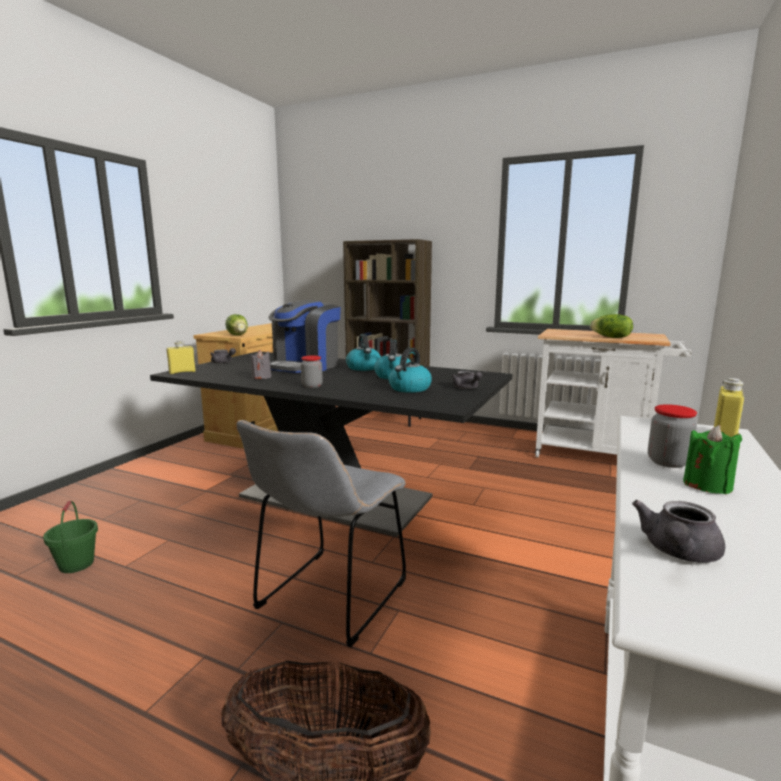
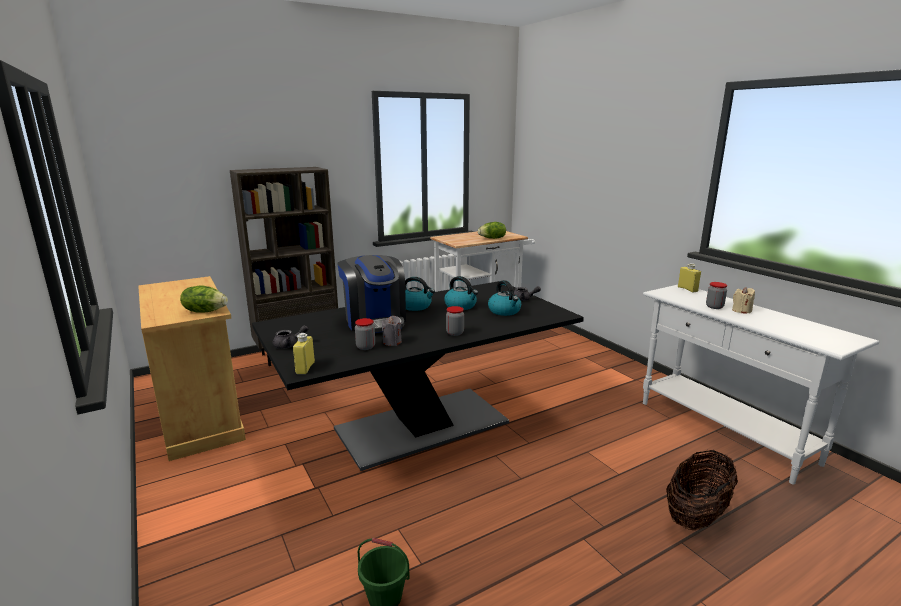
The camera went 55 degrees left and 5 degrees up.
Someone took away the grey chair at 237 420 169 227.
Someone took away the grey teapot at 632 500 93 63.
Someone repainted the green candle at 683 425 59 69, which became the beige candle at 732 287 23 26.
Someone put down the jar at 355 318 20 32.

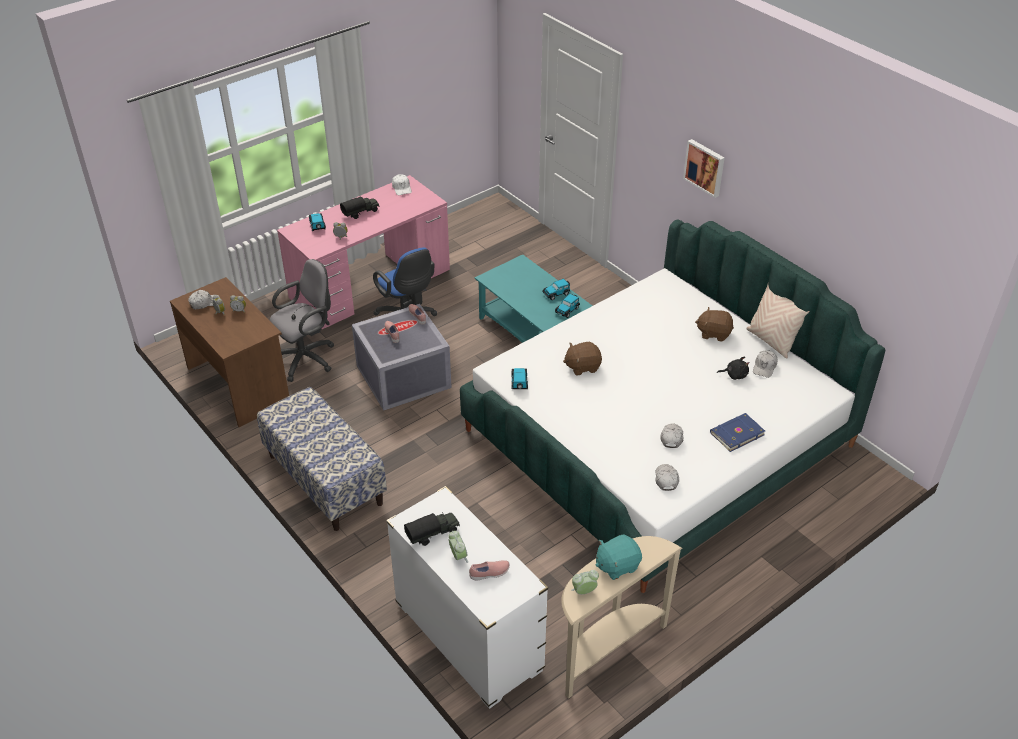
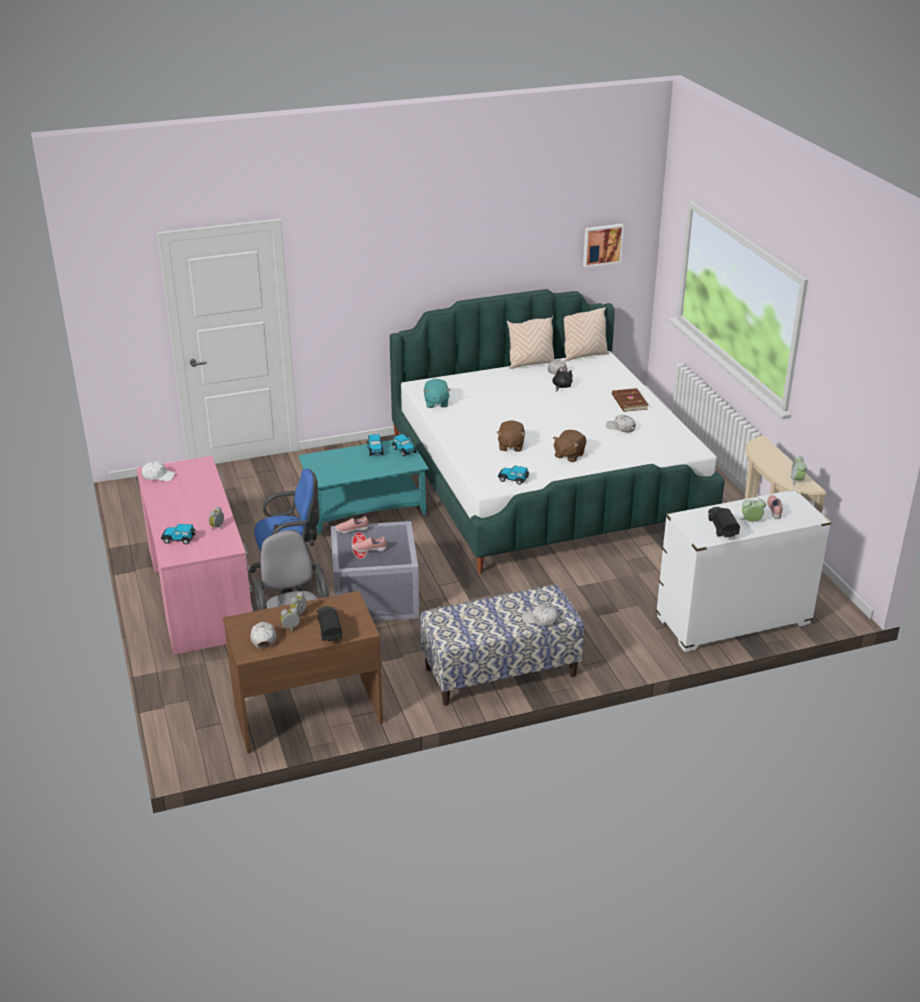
The camera went 70 degrees left and 10 degrees down.
Someone carried the toy truck from 340 196 40 23 to 316 606 26 36.
Someone carried the turquoise plush toy from 596 534 46 46 to 424 379 27 29.
Someone carried the white cap from 655 464 24 27 to 522 604 36 22.
Someone carried the picture from 683 139 42 59 to 583 224 41 43.
Someone carried the brown plush toy from 695 307 39 35 to 553 430 33 32.
Someone repainted the blue book at 710 413 55 39, which became the brown book at 612 388 37 24.
Someone put down the beige pillow at 564 307 45 55.

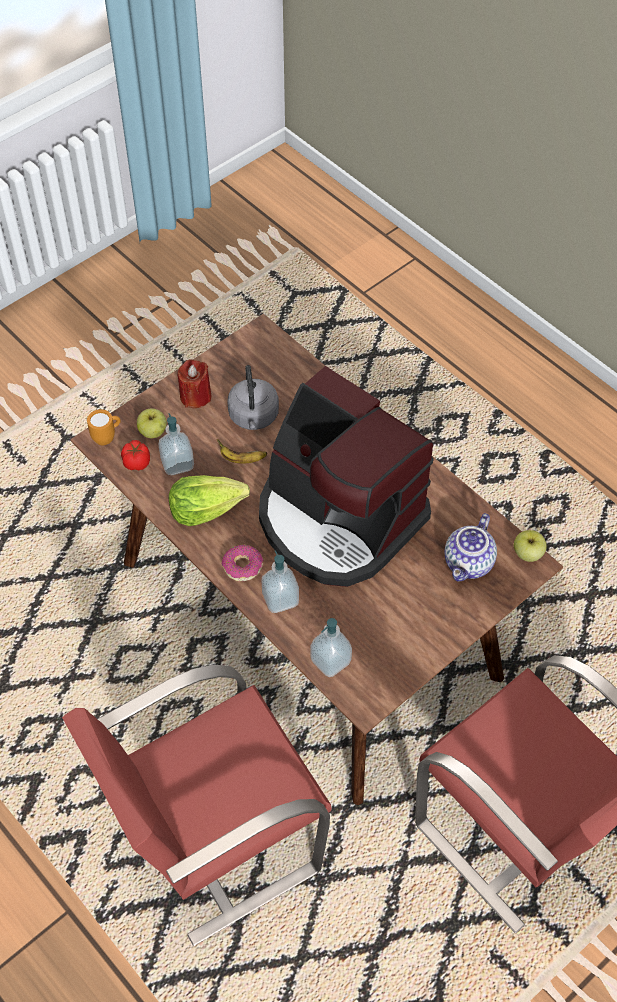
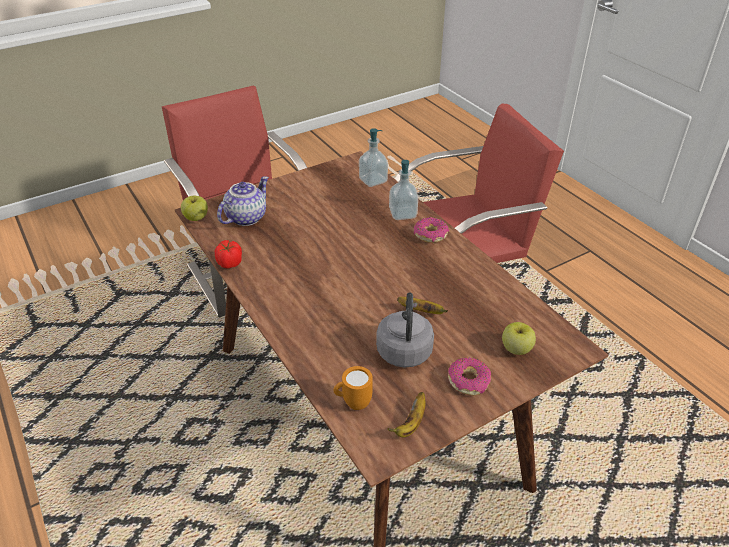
The camera went 170 degrees left and 15 degrees down.
Someone carried the orange mug from 87 409 34 36 to 333 366 40 44.
Someone carried the tomato from 121 440 29 30 to 215 240 27 29.
Someone took away the soap dispenser at 158 413 36 62.
Someone took away the lettuce at 169 475 81 51.
Someone swapped the red candle at 177 360 35 48 for the donut at 448 358 43 37.
Someone took away the coffee machine at 259 366 175 221.
Someone put down the banana at 387 392 39 45.

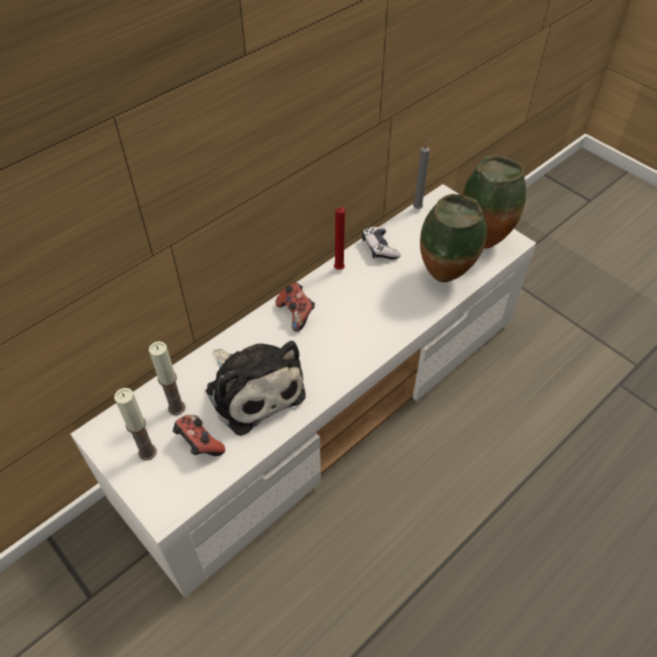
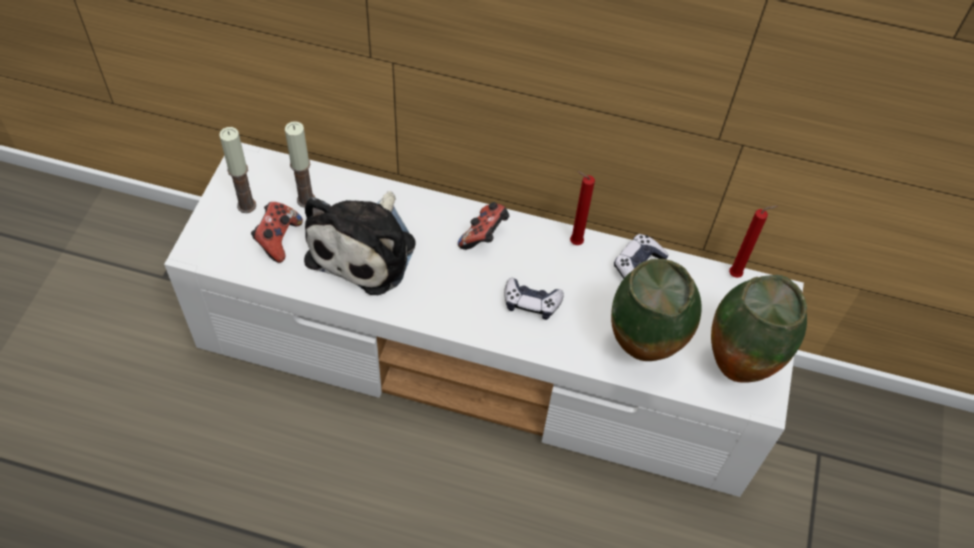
The camera went 55 degrees right and 5 degrees up.
Someone repainted the grey candle at 413 137 17 72, which became the red candle at 729 206 49 72.
Someone put down the game controller at 504 278 60 42.

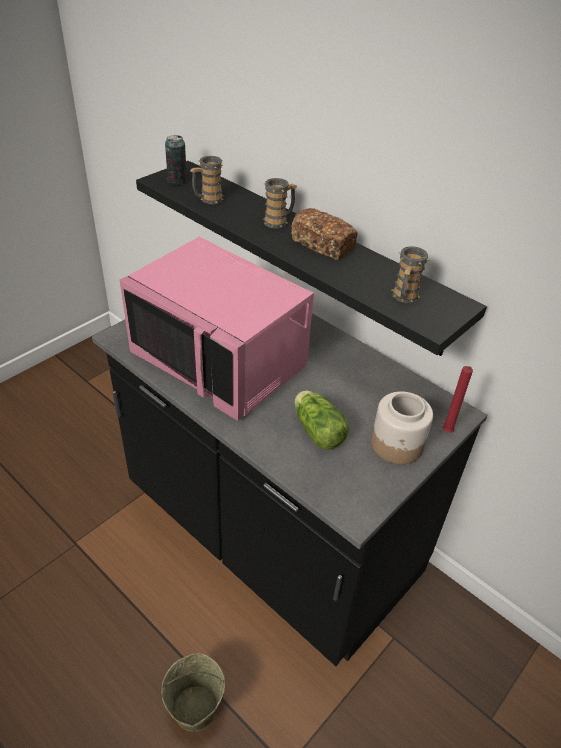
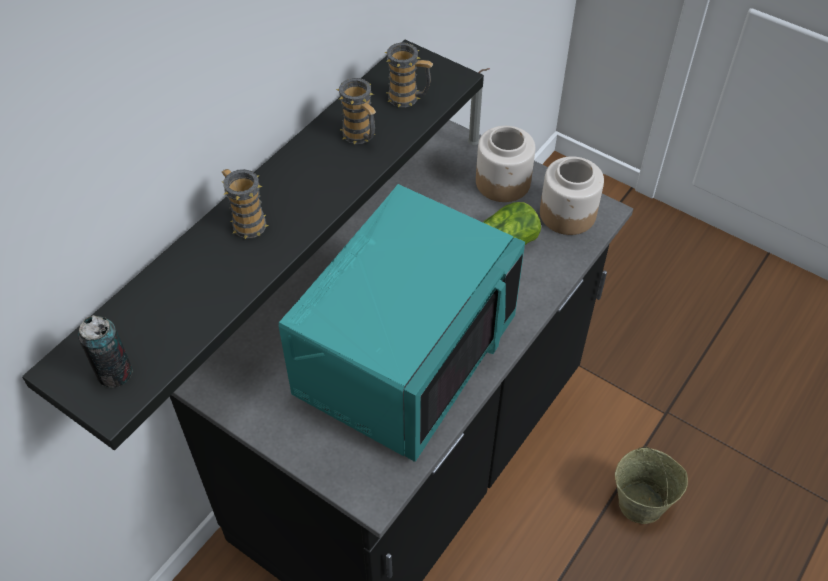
The camera went 95 degrees left and 10 degrees up.
Someone repainted the pink microwave at 120 237 194 184, which became the turquoise microwave at 279 184 246 278.
Someone carried the mug from 190 156 34 48 to 336 78 40 66.
Someone took away the bread at 291 208 66 52.
Someone repainted the red candle at 443 366 30 67, which became the grey candle at 468 68 22 77.
Someone put down the jar at 540 157 64 78.

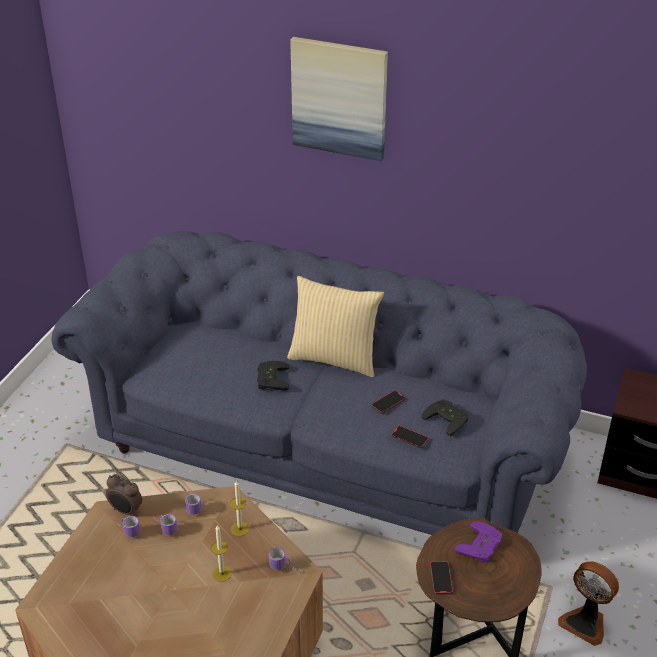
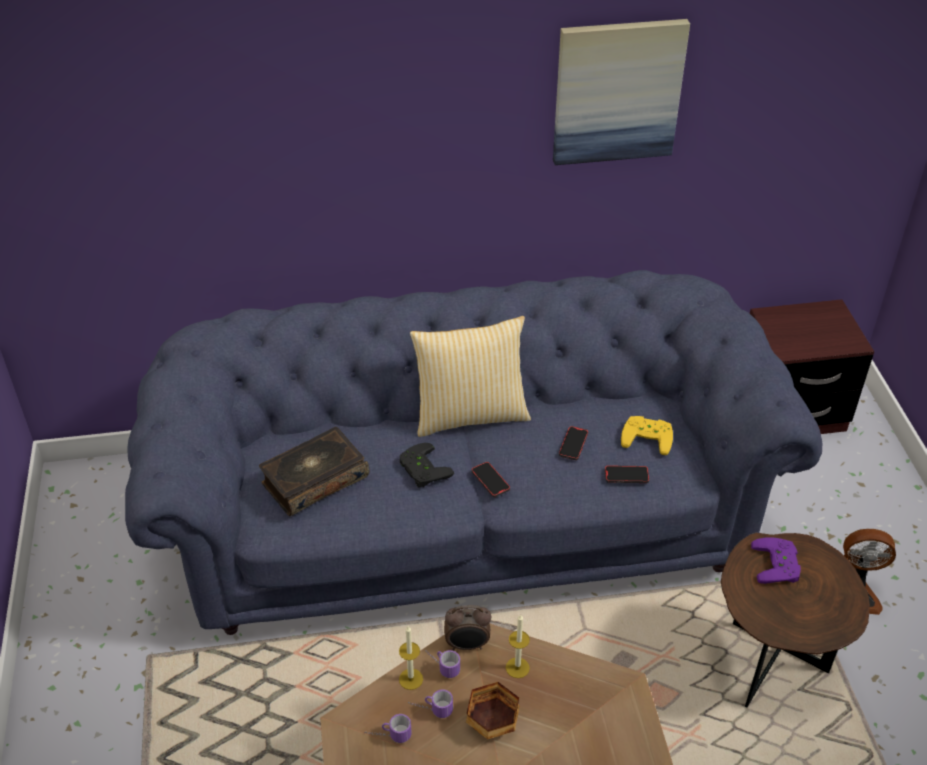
The camera went 30 degrees left and 5 degrees up.
Someone carried the alarm clock from 106 474 36 42 to 444 605 47 45.
Someone carried the candle from 211 525 21 57 to 399 626 24 64.
Someone took away the mug at 269 548 36 24.
Someone carried the picture from 290 37 98 124 to 553 19 137 146.
Someone repainted the black game controller at 422 399 47 37, which became the yellow game controller at 621 416 52 39.
Someone carried the phone from 430 561 23 34 to 471 462 39 35.
Someone put down the book at 259 427 111 89.
Someone put down the bowl at 466 682 53 58.

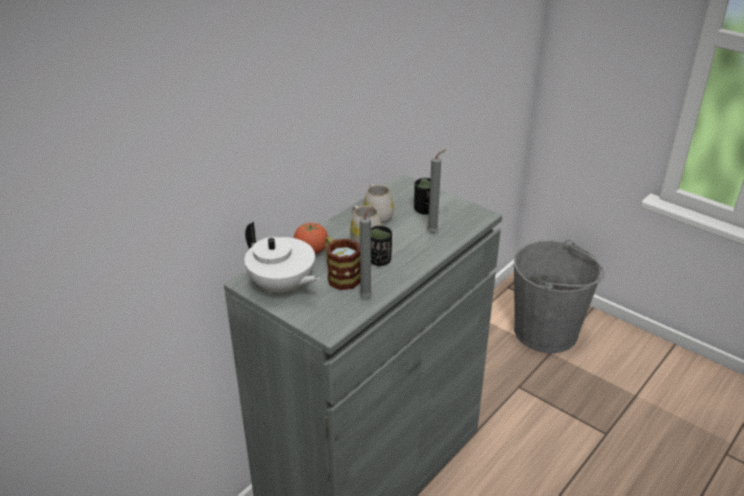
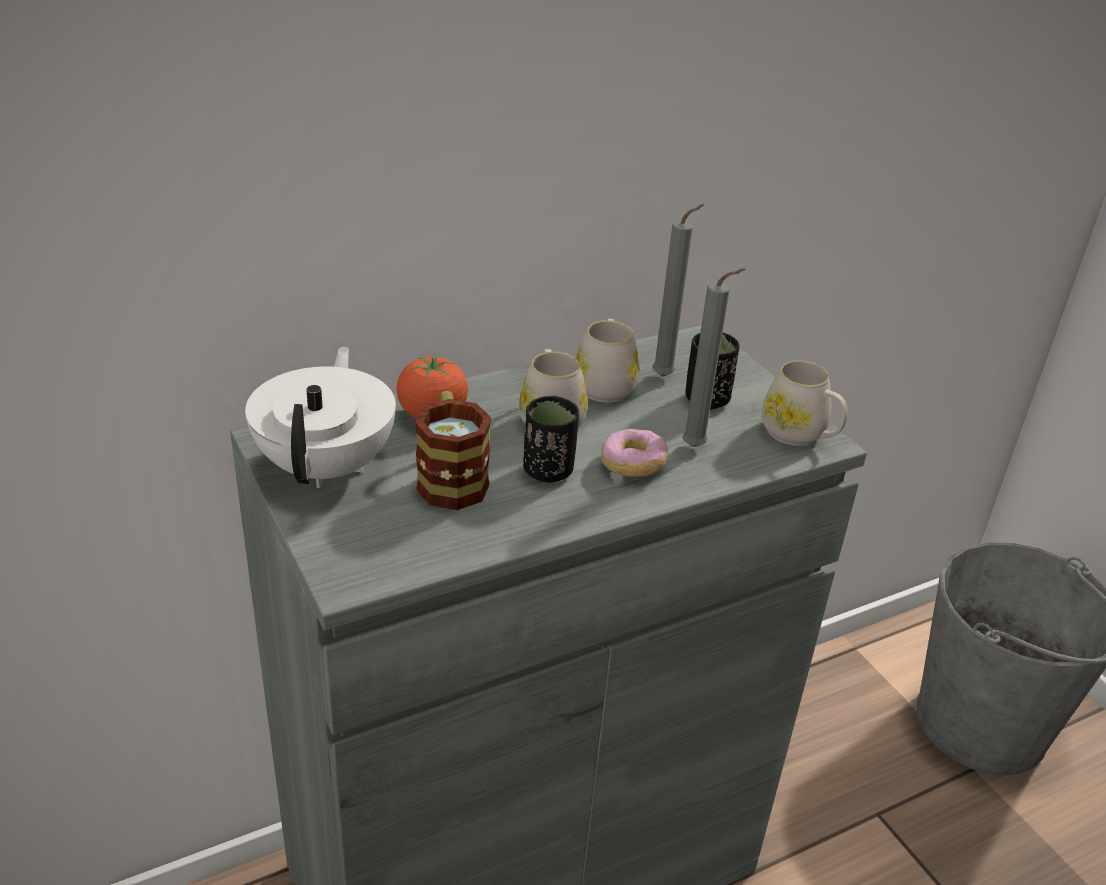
The camera went 20 degrees right and 0 degrees up.
Someone rotated the white teapot at 244 222 76 73 by 150 degrees counterclockwise.
Someone carried the grey candle from 359 206 15 92 to 652 204 52 173.
Someone put down the donut at 601 429 66 48.
Someone put down the white mug at 762 360 86 86.

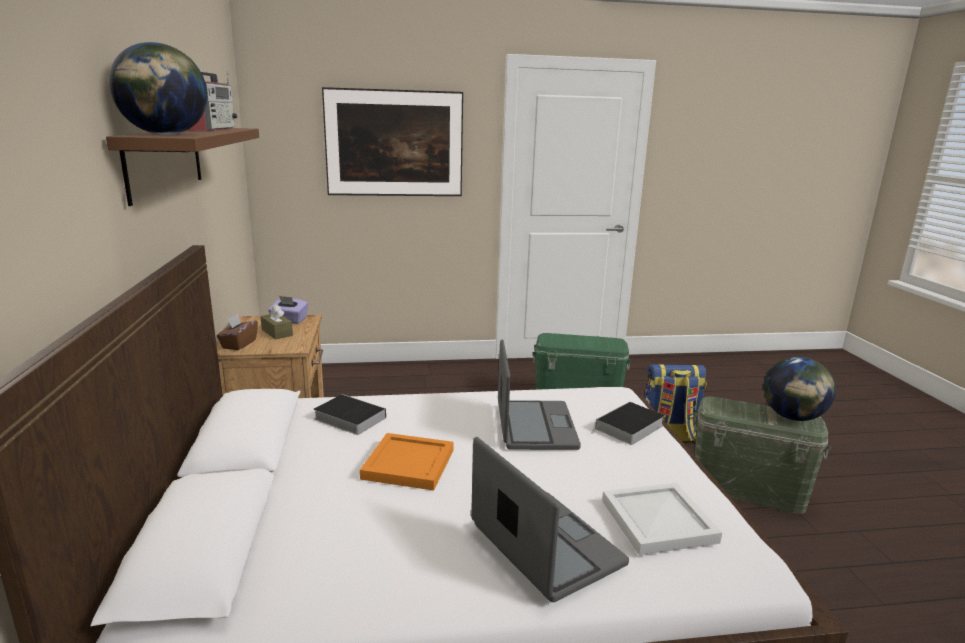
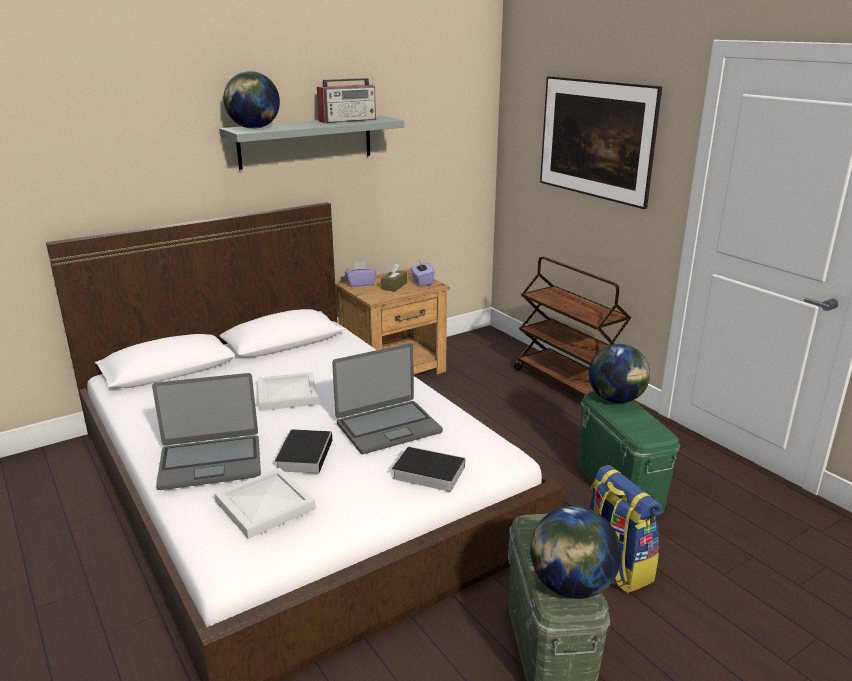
The camera went 65 degrees right and 5 degrees up.
Someone repainted the brown shelf at 106 128 153 78, which became the grey shelf at 219 116 185 54.
Someone repainted the brown tissue box at 217 314 41 36, which became the purple tissue box at 345 261 31 26.
Someone carried the book from 313 394 73 41 to 275 429 57 45.
Someone repainted the orange tray at 360 433 94 58, which became the white tray at 258 372 60 39.
Someone rotated the laptop at 471 437 158 165 by 45 degrees clockwise.
Someone put down the brown cart at 514 256 117 145.
Someone put down the globe at 589 344 61 59.

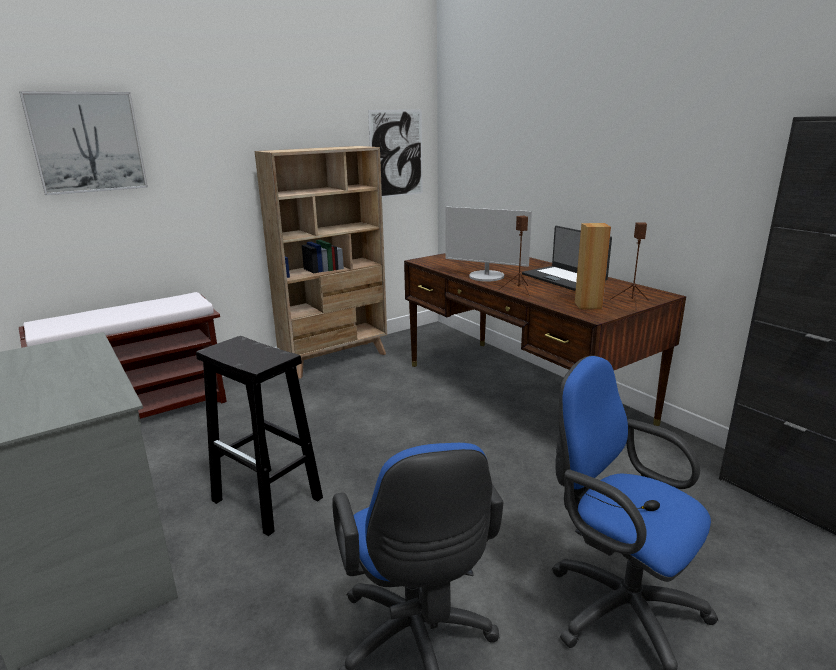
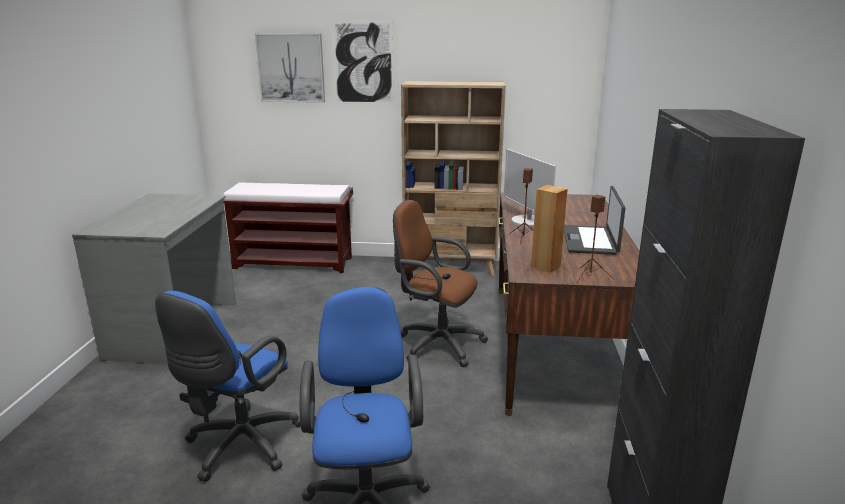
The camera went 40 degrees right and 0 degrees up.
Someone took away the black stool at 196 336 127 200.
Someone carried the picture from 368 109 55 89 to 332 21 61 83.
Someone put down the brown office chair at 393 200 95 167.

